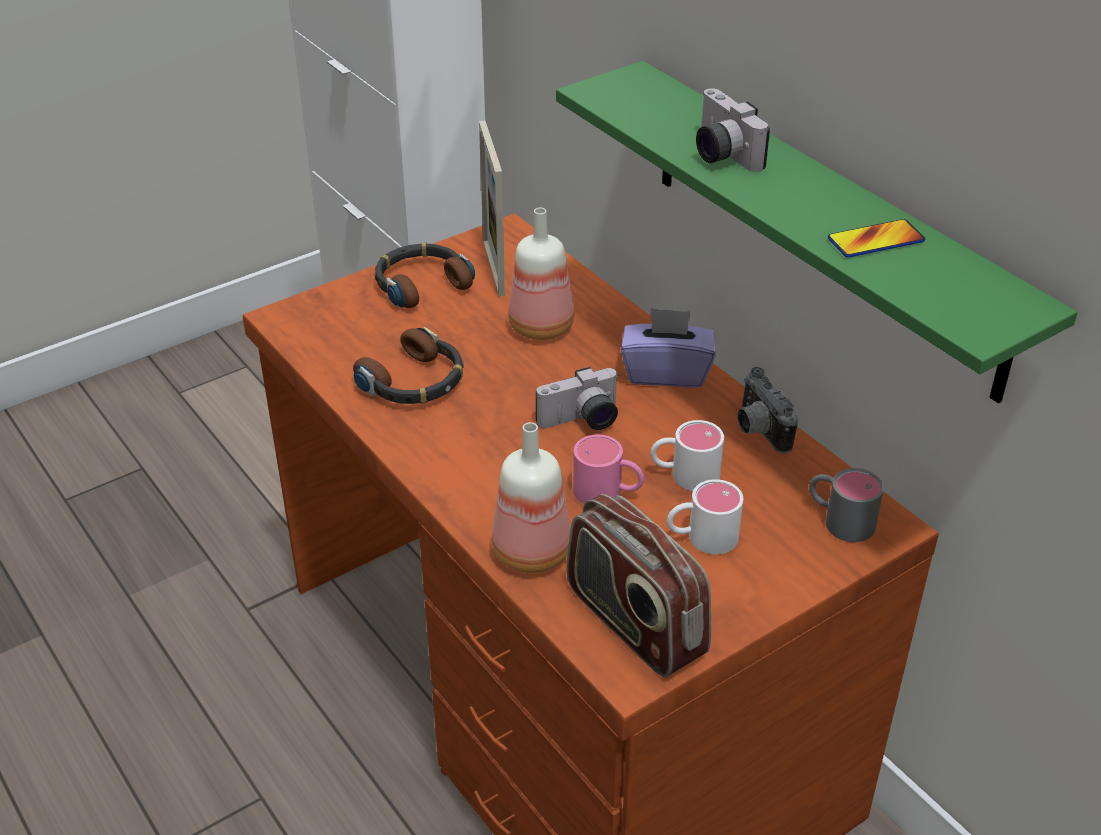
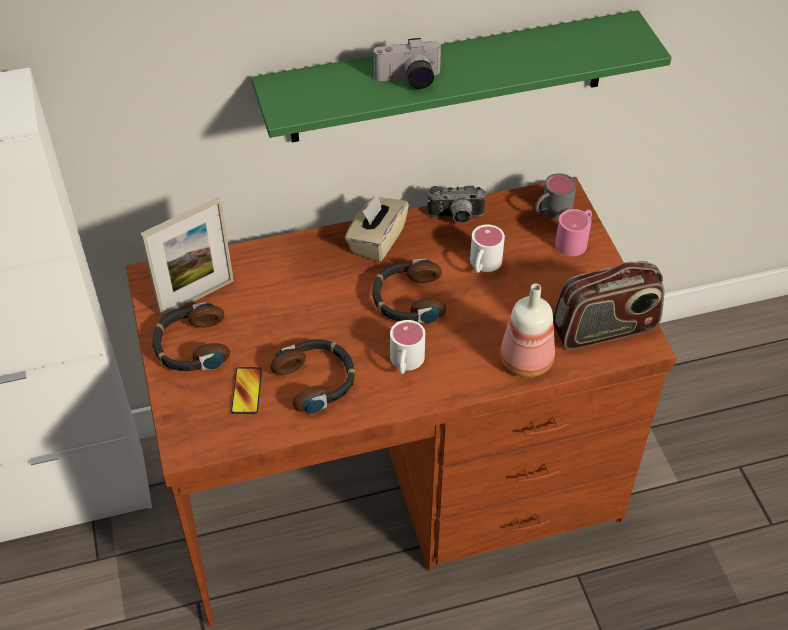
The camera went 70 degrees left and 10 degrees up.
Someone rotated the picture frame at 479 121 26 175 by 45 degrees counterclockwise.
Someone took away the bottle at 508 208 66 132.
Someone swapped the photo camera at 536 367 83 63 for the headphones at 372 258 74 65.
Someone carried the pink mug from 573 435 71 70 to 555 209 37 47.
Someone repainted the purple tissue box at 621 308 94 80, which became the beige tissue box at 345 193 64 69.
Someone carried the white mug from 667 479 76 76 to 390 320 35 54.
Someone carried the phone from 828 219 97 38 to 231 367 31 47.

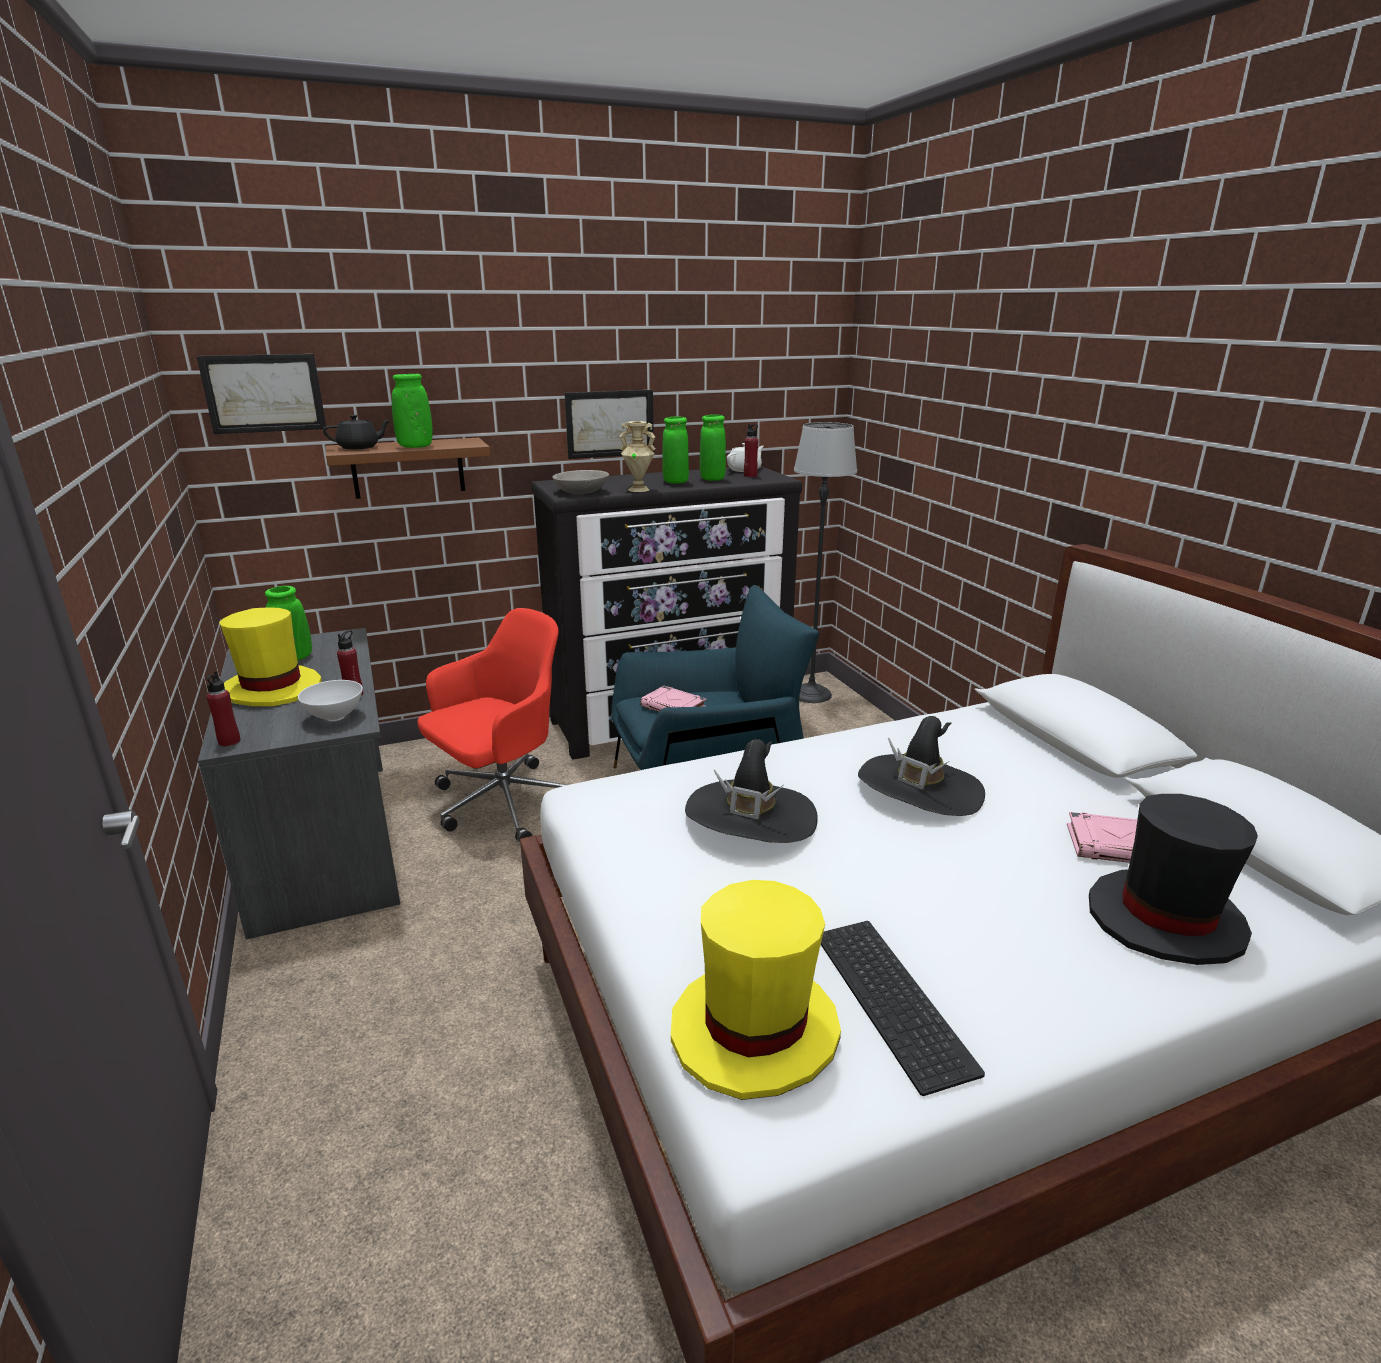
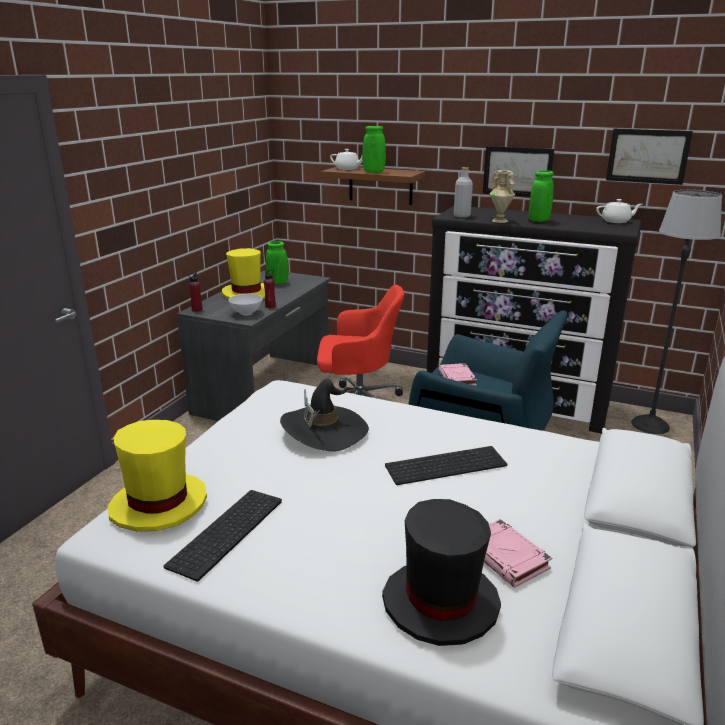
The camera went 45 degrees right and 0 degrees up.
Someone carried the picture from 197 354 129 80 to 606 129 87 56.
Someone repainted the black teapot at 323 415 68 34, which became the white teapot at 330 149 32 21.
Someone swapped the grey bowl at 552 470 57 25 for the grey bottle at 454 167 19 51.
Someone took away the green vase at 700 414 26 67.
Someone took away the red bottle at 744 424 14 53.
Someone swapped the black hat at 858 716 127 100 for the keyboard at 385 446 122 39.

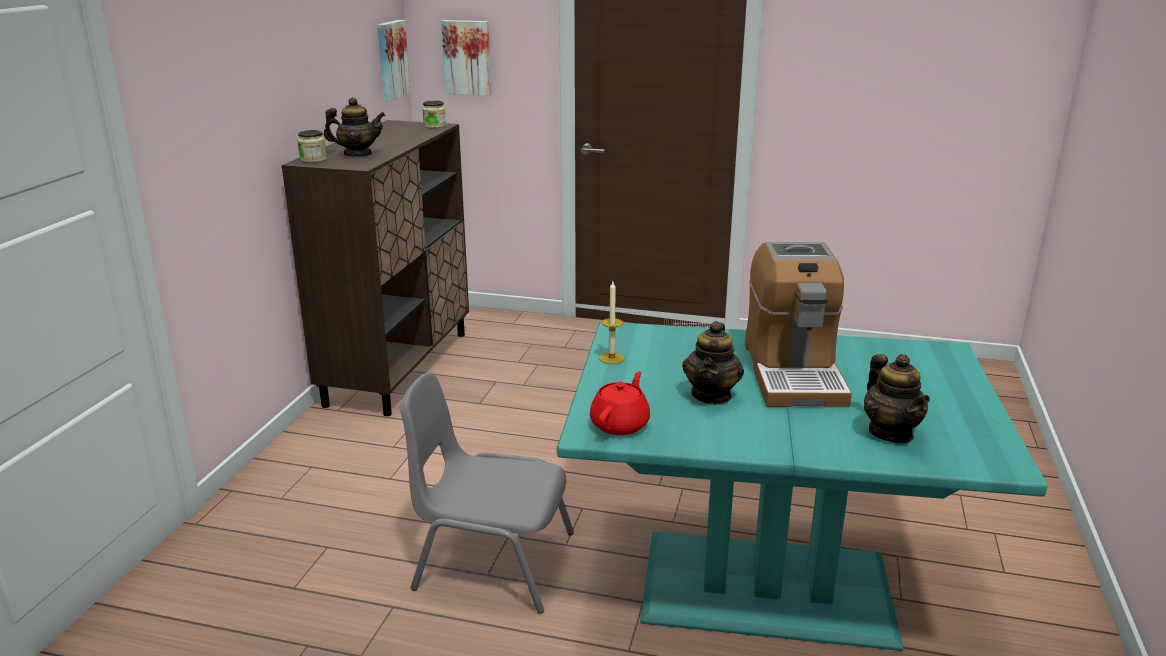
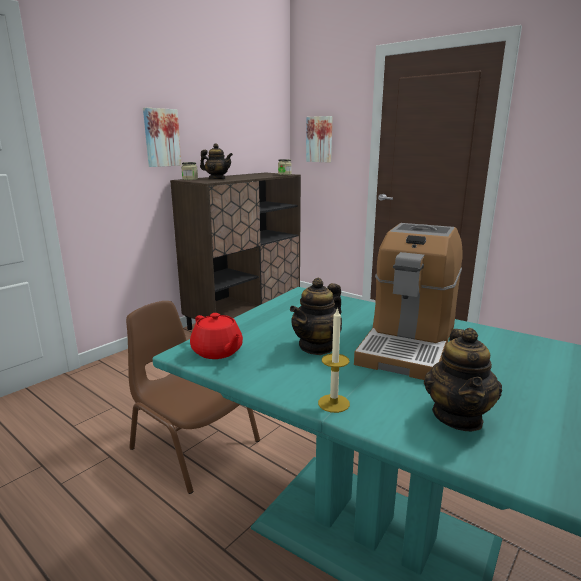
The camera went 25 degrees right and 5 degrees down.
Someone carried the picture from 377 20 34 81 to 143 108 39 59.
Someone repainted the grey chair at 400 372 174 242, which became the brown chair at 126 301 134 193.
Someone rotated the red teapot at 590 371 60 64 by 90 degrees clockwise.
Someone carried the candle from 599 282 26 82 to 318 307 32 106.

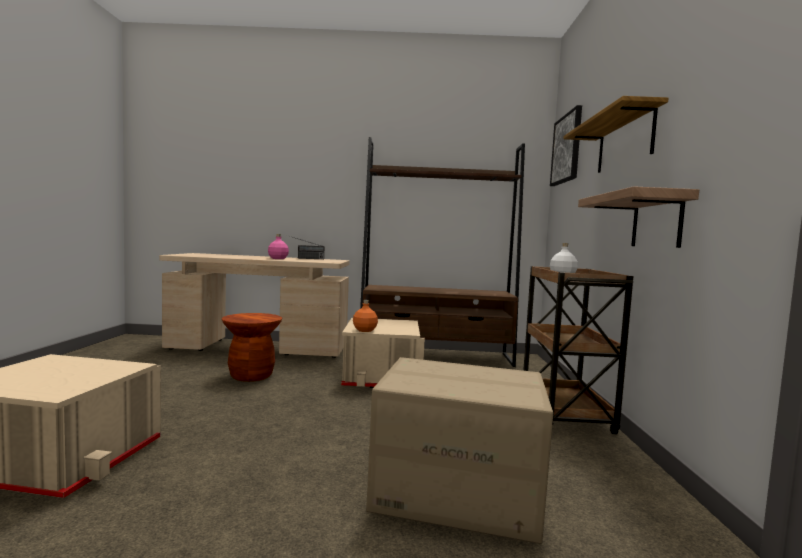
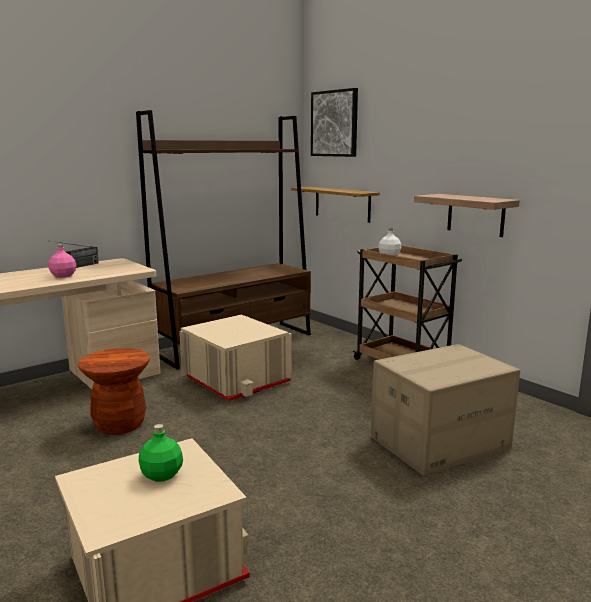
The camera went 40 degrees left and 10 degrees up.
Someone took away the orange bottle at 353 300 25 32.
Someone carried the shelf from 563 96 105 77 to 291 187 89 36.
Someone put down the green bottle at 139 424 44 58.

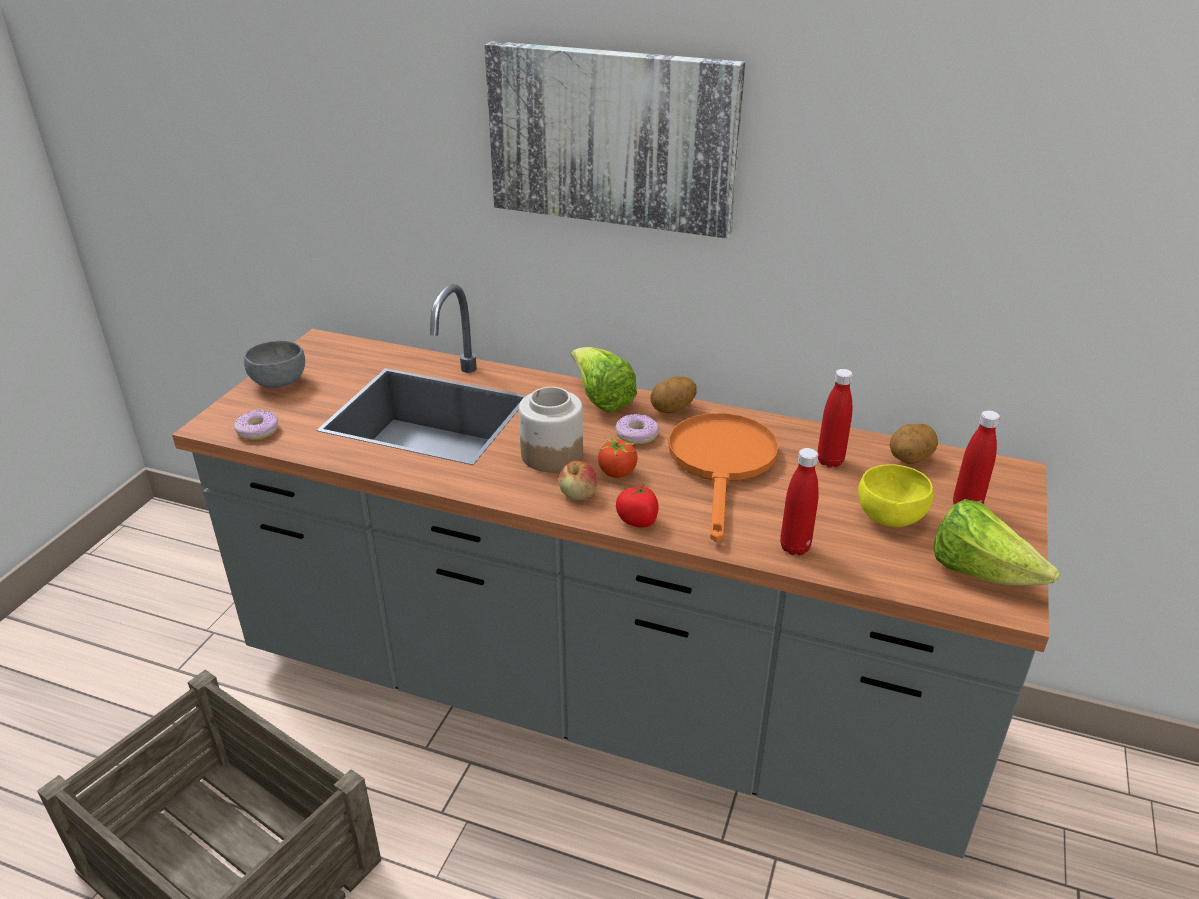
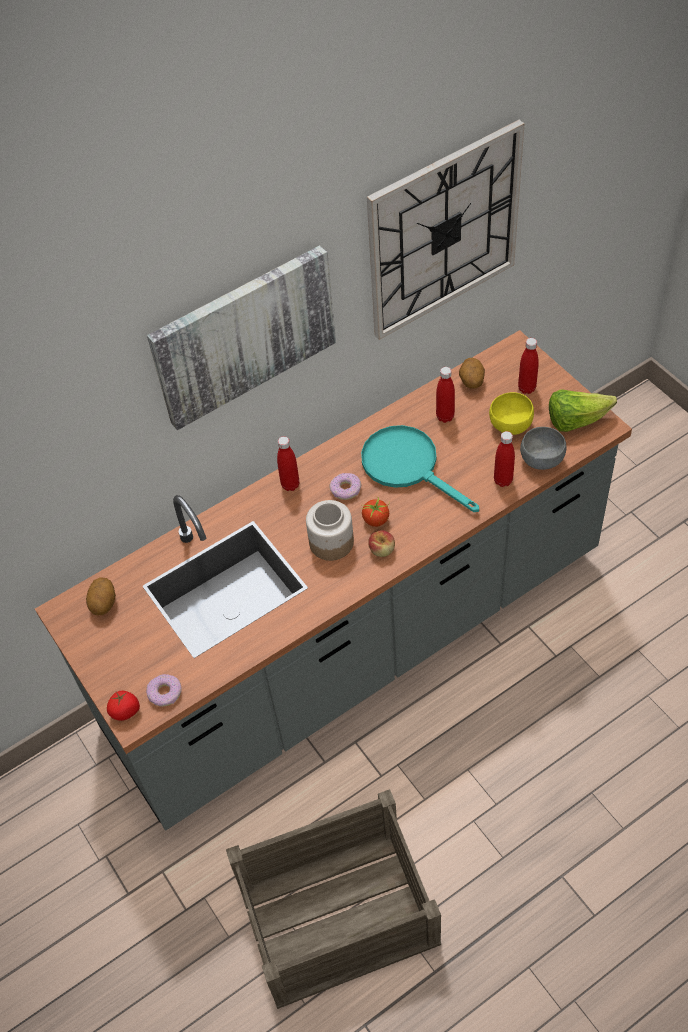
The camera went 50 degrees left and 20 degrees up.
Someone carried the grey bowl from 244 340 61 48 to 520 427 46 43.
Someone swapped the lettuce at 571 347 66 66 for the red bottle at 277 436 23 55.
Someone carried the tomato from 616 485 43 43 to 107 691 33 30.
Someone carried the potato from 650 376 47 37 to 86 577 30 39.
Someone repainted the orange frying pan at 668 413 111 129, which became the turquoise frying pan at 361 425 118 87.
Someone put up the wall clock at 367 120 158 220.

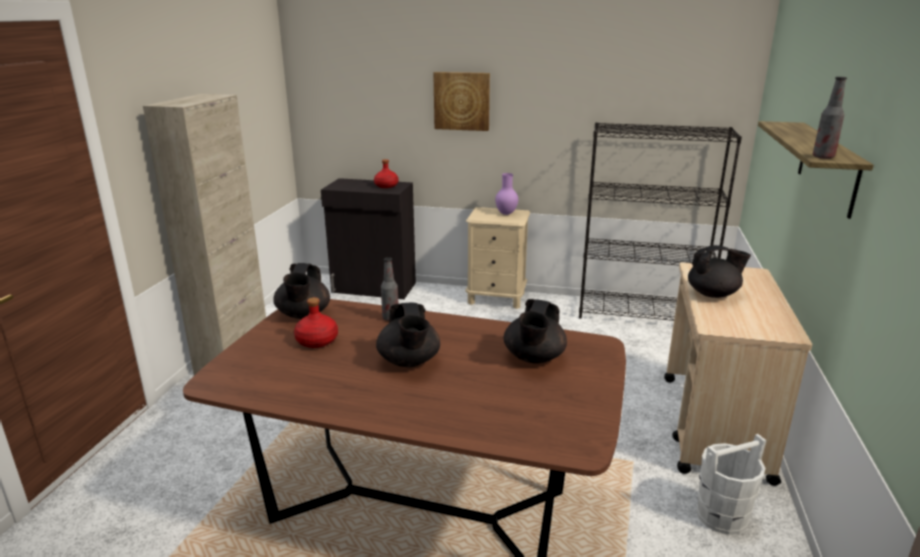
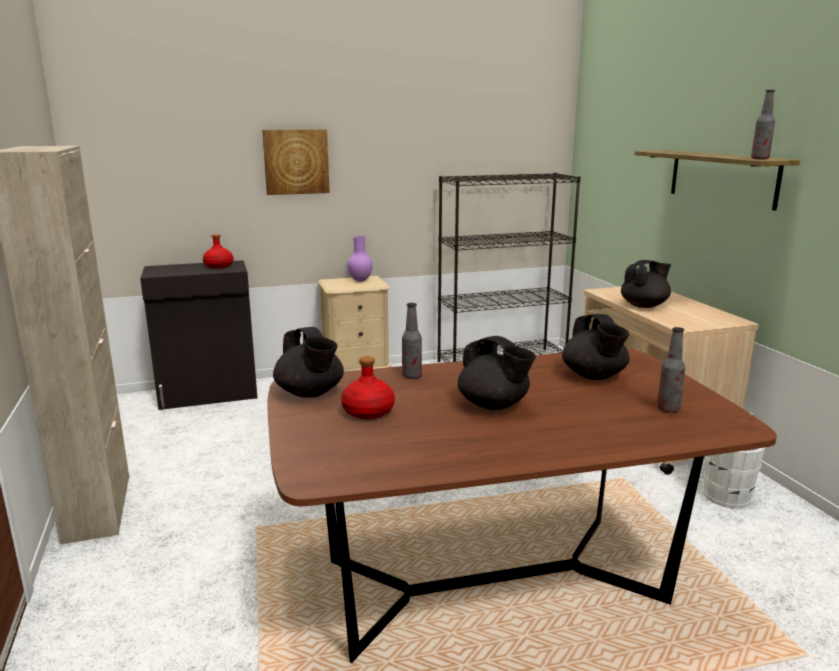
The camera went 30 degrees left and 5 degrees down.
Someone put down the bottle at 657 327 28 86.

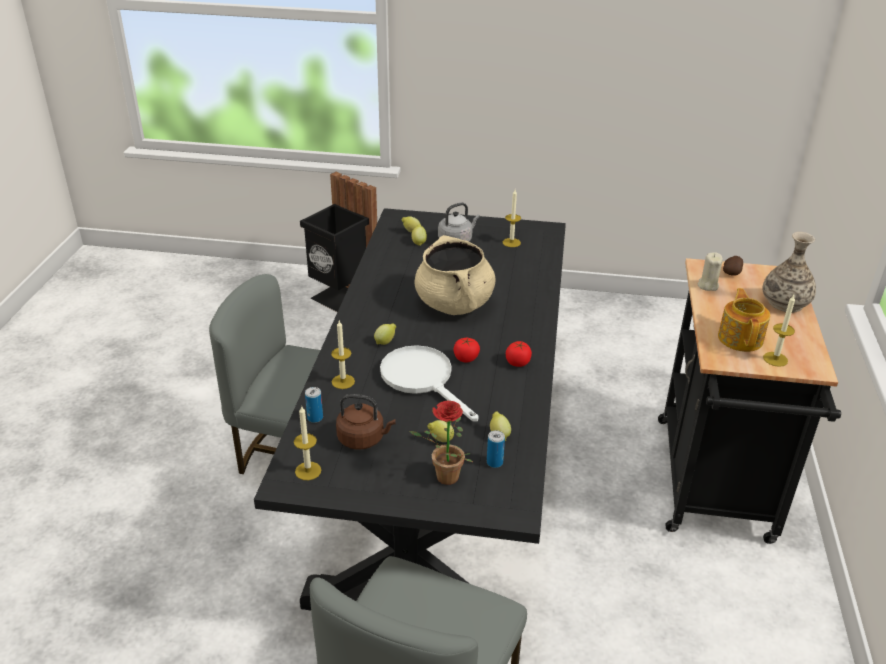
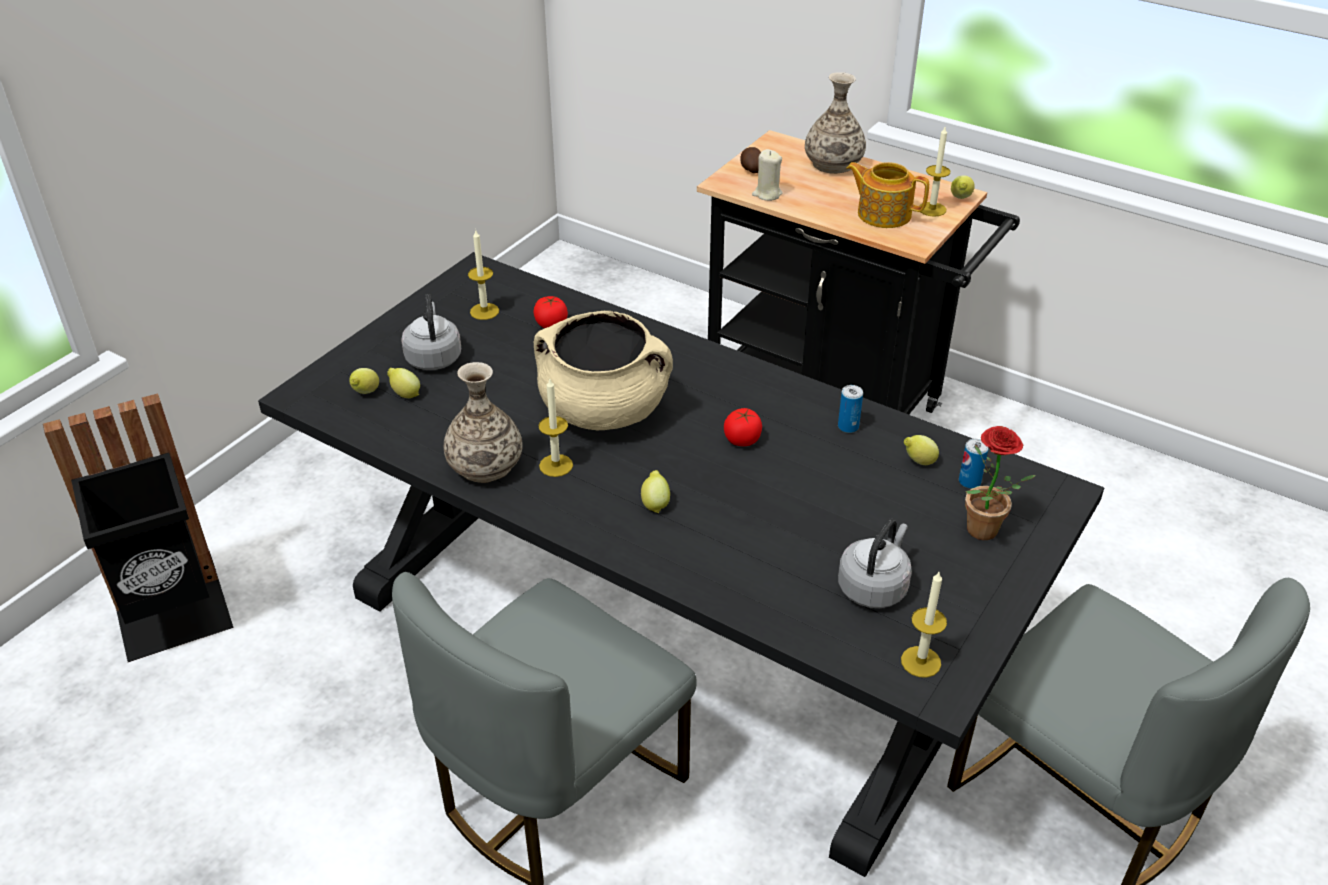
The camera went 65 degrees left and 5 degrees up.
Someone carried the can from 305 387 18 36 to 838 385 25 48.
Someone carried the candle from 331 321 24 68 to 538 379 35 98.
Someone repainted the brown kettle at 336 394 60 55, which became the grey kettle at 838 519 74 89.
Someone took away the white frying pan at 380 345 99 77.
Someone carried the lemon from 427 420 27 22 to 951 176 24 23.
Someone carried the tomato from 506 341 26 26 to 533 296 35 32.
Someone put down the vase at 444 362 79 121.

